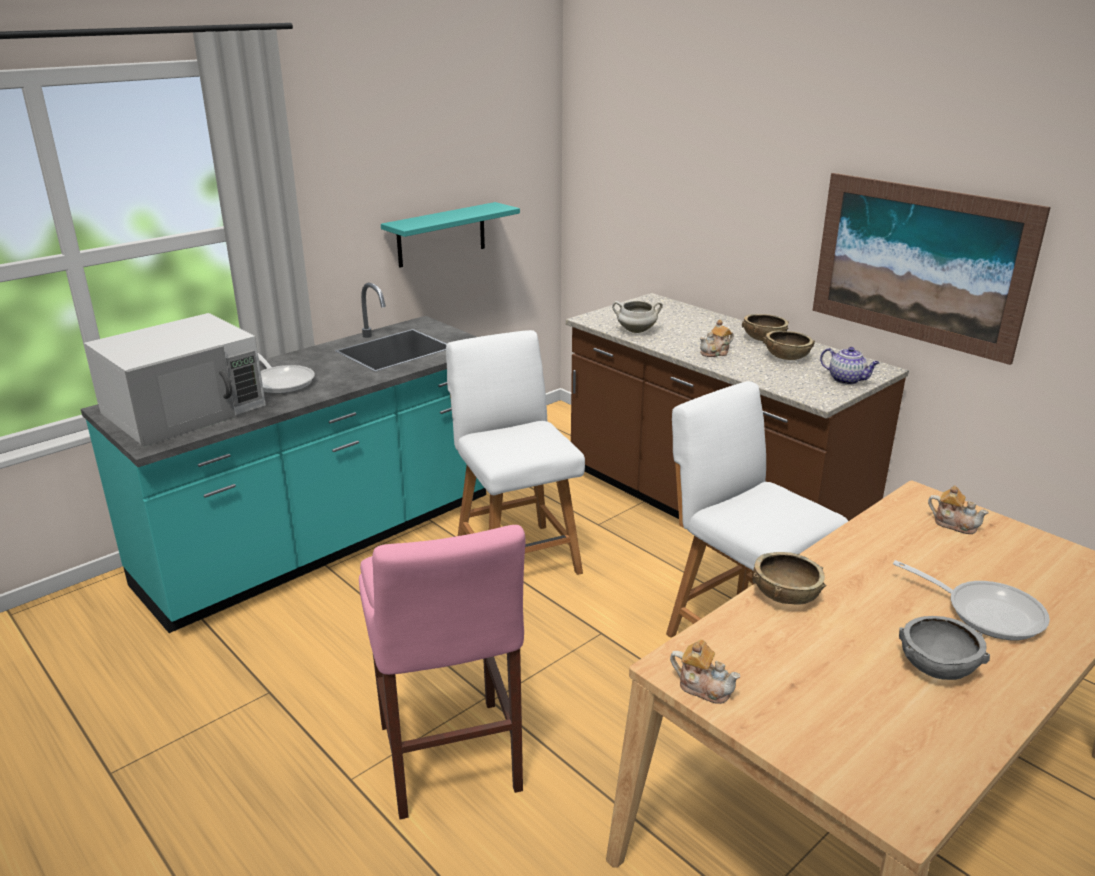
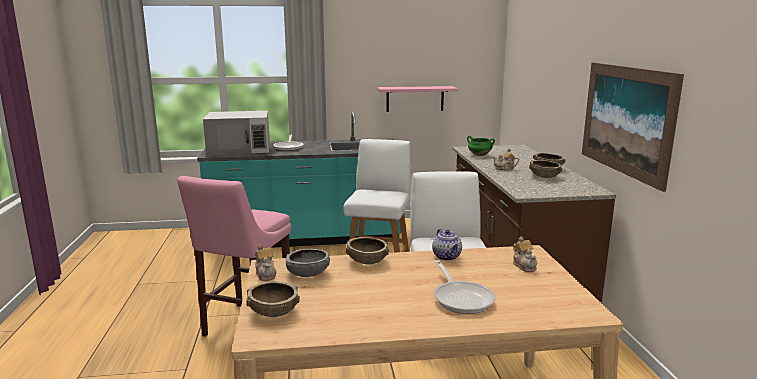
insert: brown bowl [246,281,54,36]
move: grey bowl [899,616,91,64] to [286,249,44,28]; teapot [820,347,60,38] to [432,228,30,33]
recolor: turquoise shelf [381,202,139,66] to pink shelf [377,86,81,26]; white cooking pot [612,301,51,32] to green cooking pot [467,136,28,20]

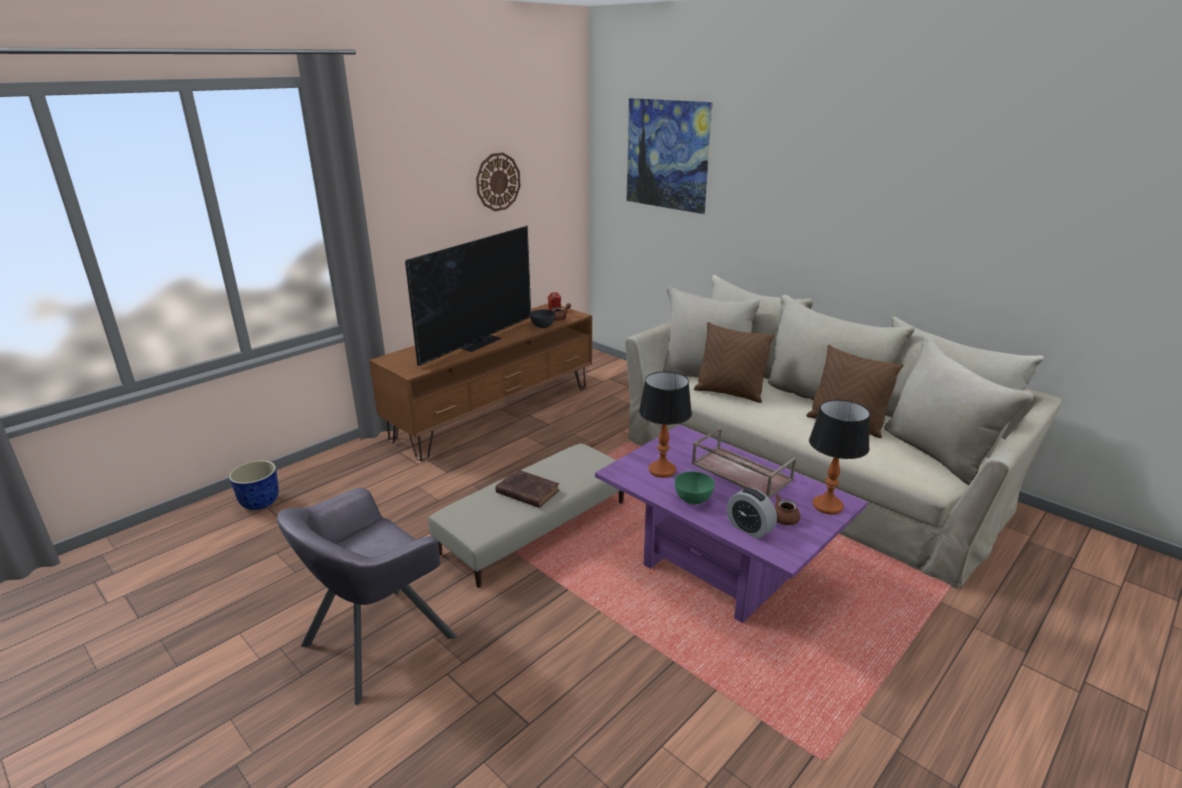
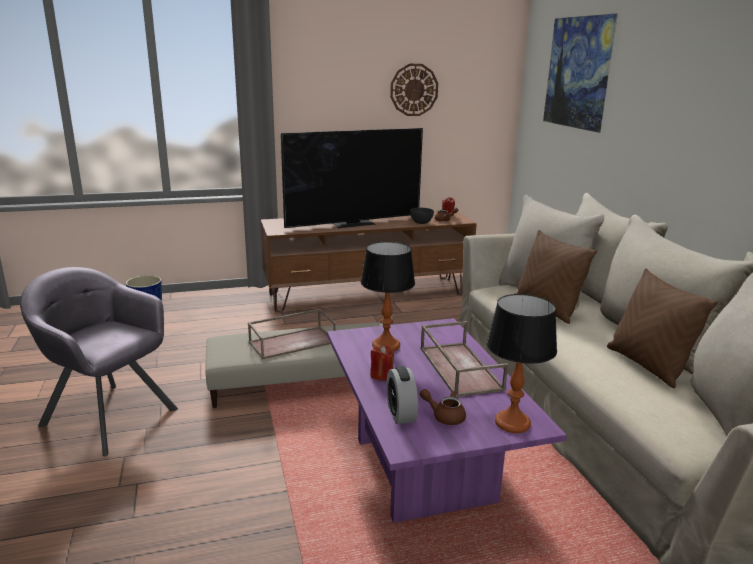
replace: brown book [496,469,63,39] to brown tray [248,309,88,50]; green bowl [675,471,40,33] to red candle [370,345,24,36]
rotate: grey armchair [277,488,180,217] = [20,267,158,189] 45 degrees clockwise

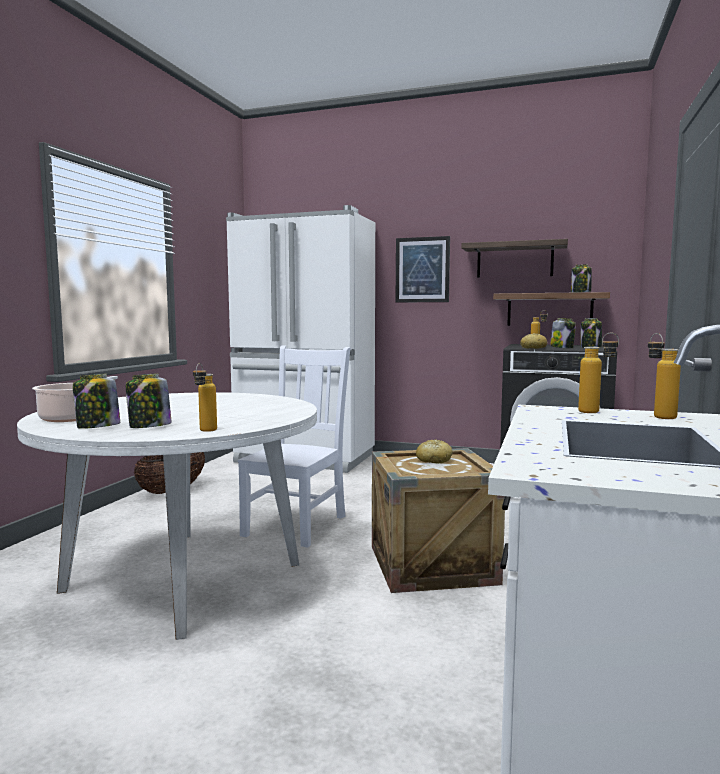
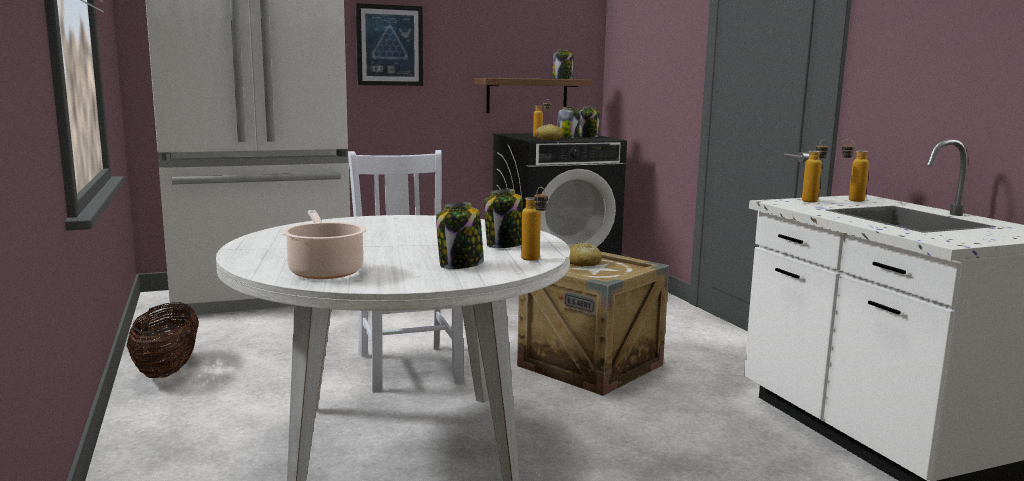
delete: shelf [461,239,107,39]
move: jar [73,374,47,55] to [484,189,39,59]

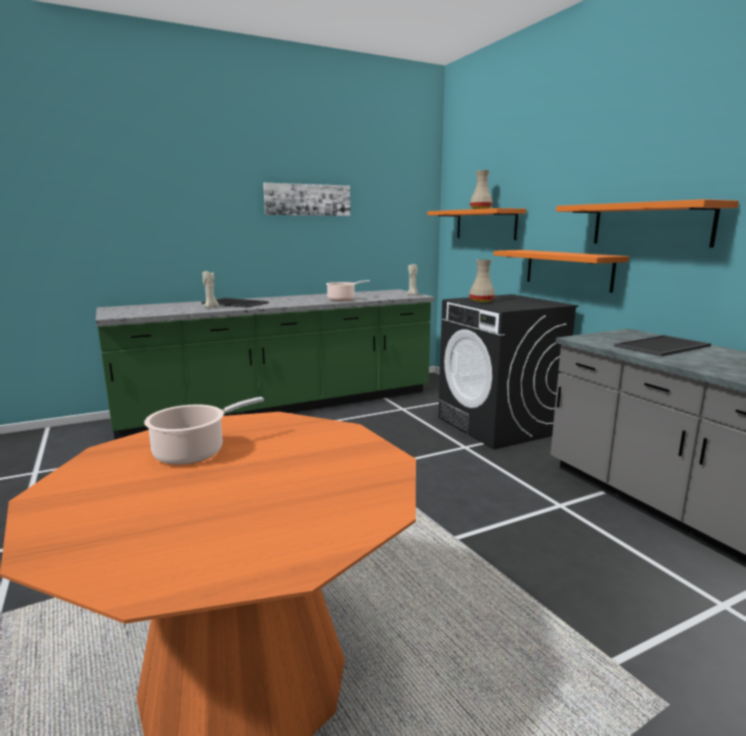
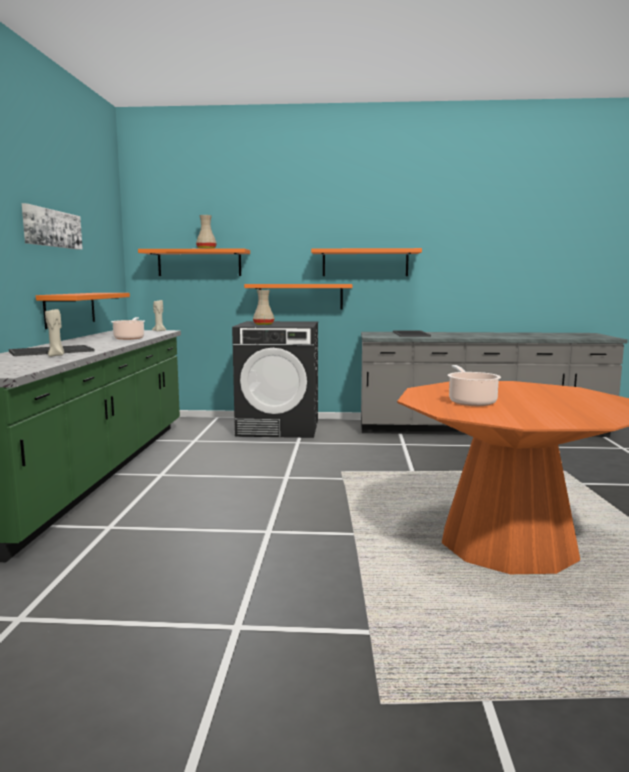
insert: orange shelf [36,293,94,36]

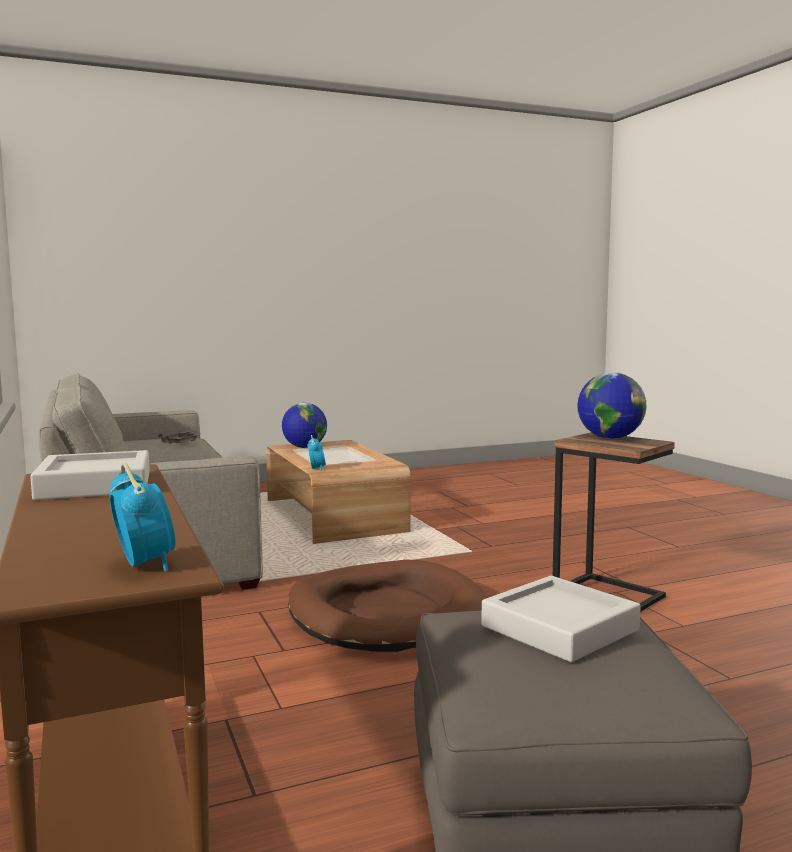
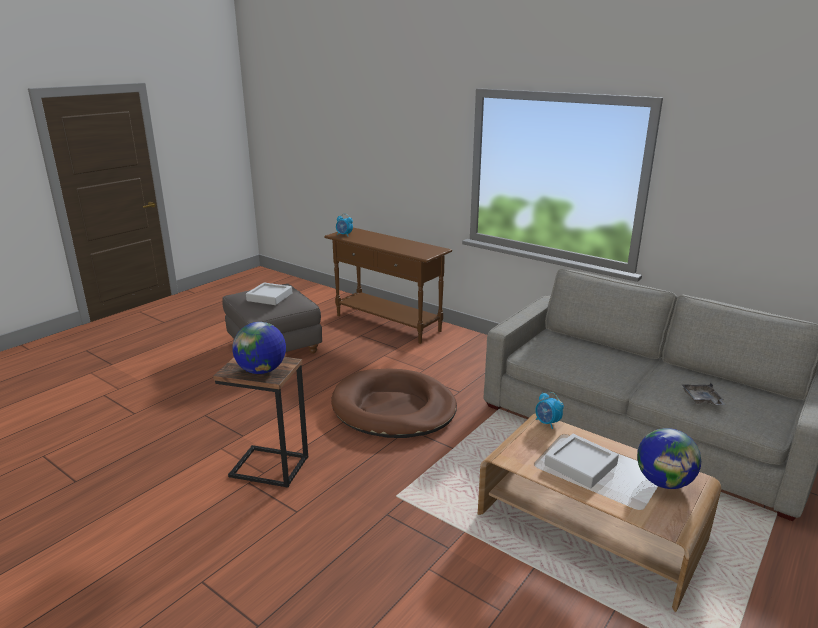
move: grey tray [30,450,120,50] to [544,434,75,54]

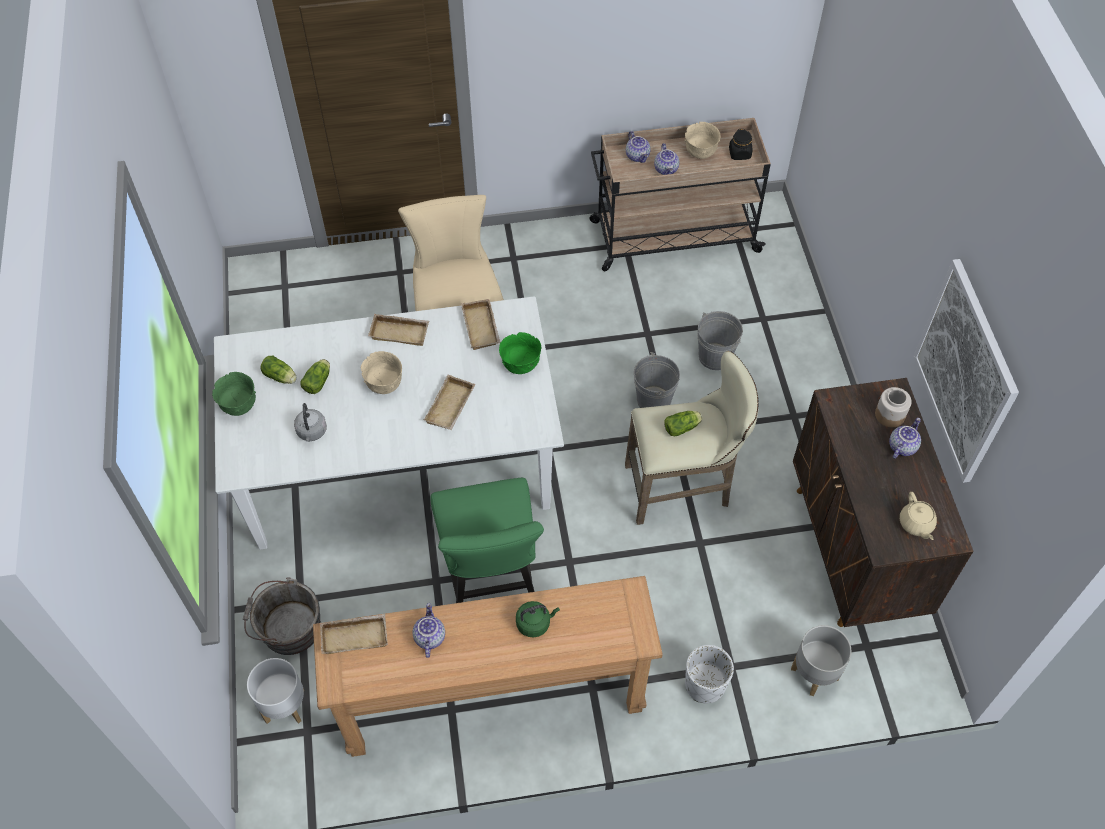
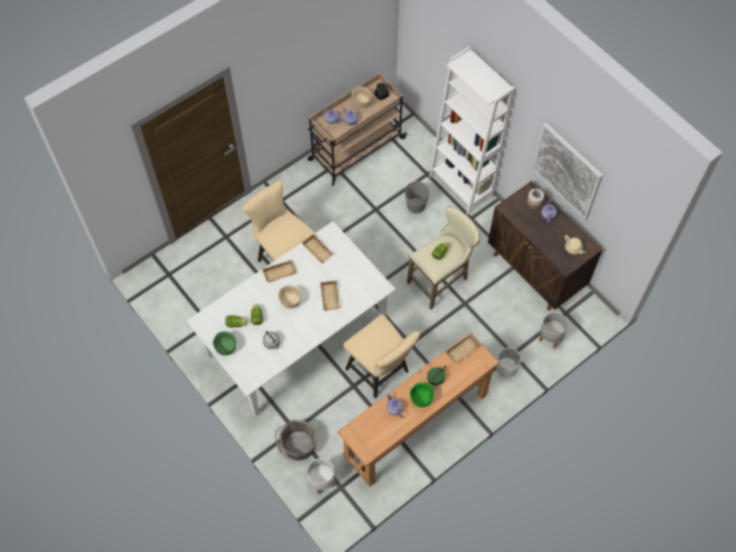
delete: grey bucket [634,352,46,56]
insert: white bookcase [429,46,86,169]
move: green bowl [499,332,42,42] to [410,383,24,24]; beige tray [320,614,68,40] to [445,334,35,29]
recolor: green chair [431,478,113,125] to beige chair [343,314,77,84]

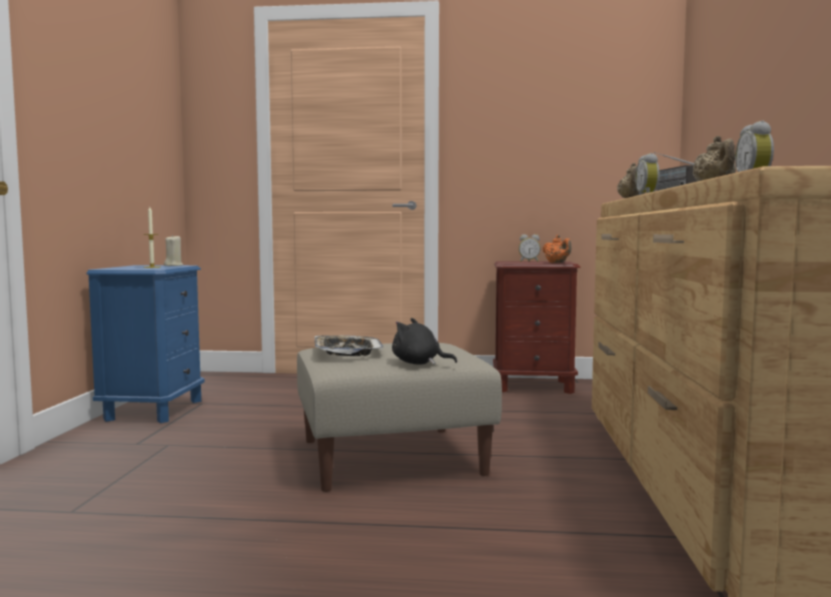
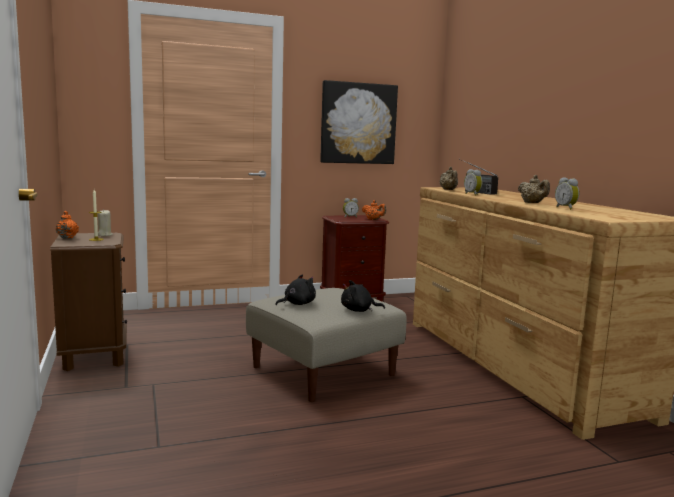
insert: orange teapot [56,211,23,28]; picture [320,80,78,84]
replace: tray [315,335,68,21] to black plush toy [275,274,41,31]
recolor: blue nightstand [87,265,118,158] to brown nightstand [50,233,77,138]

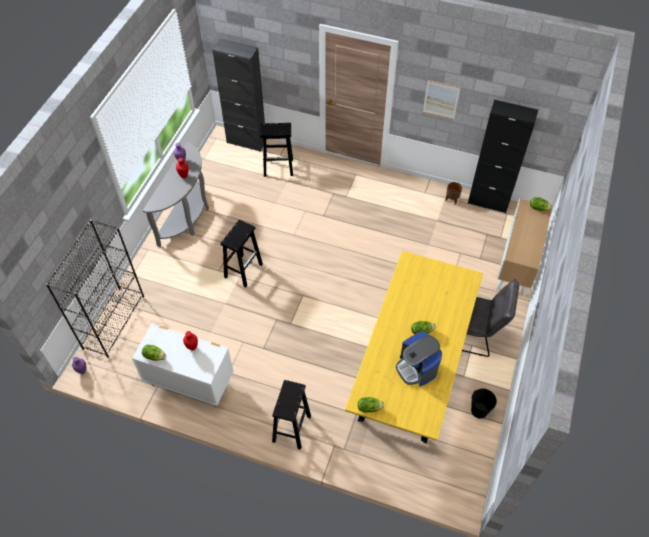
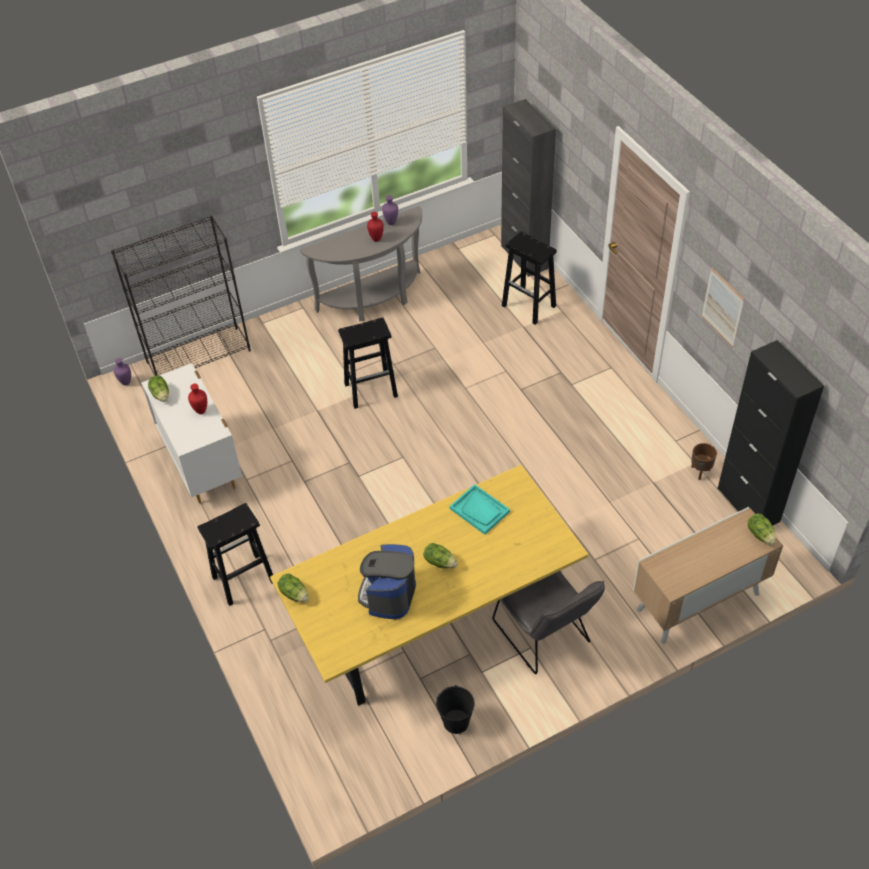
insert: turquoise tray [450,484,60,51]

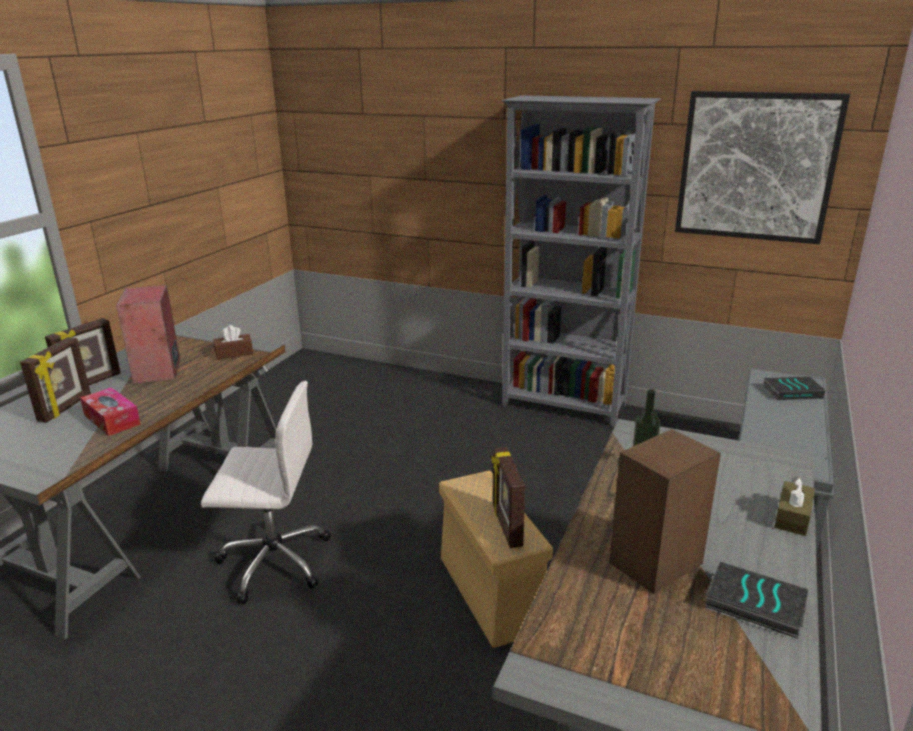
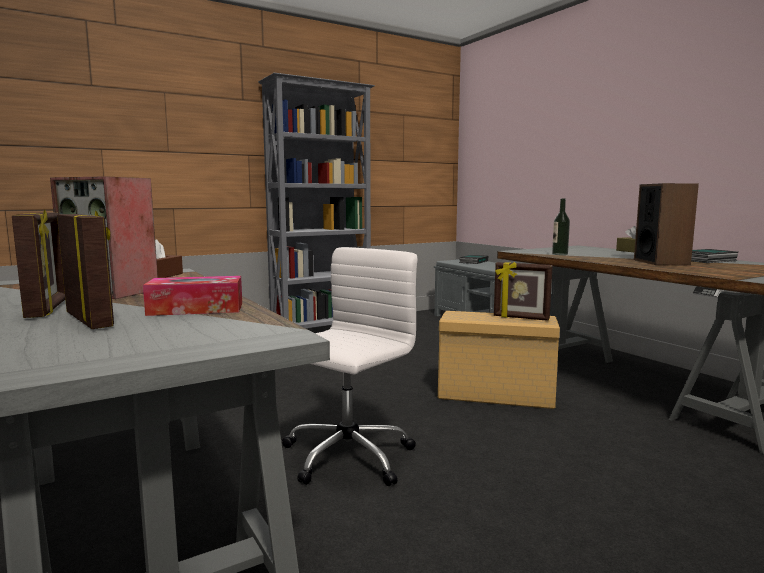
delete: picture [675,91,175,153]

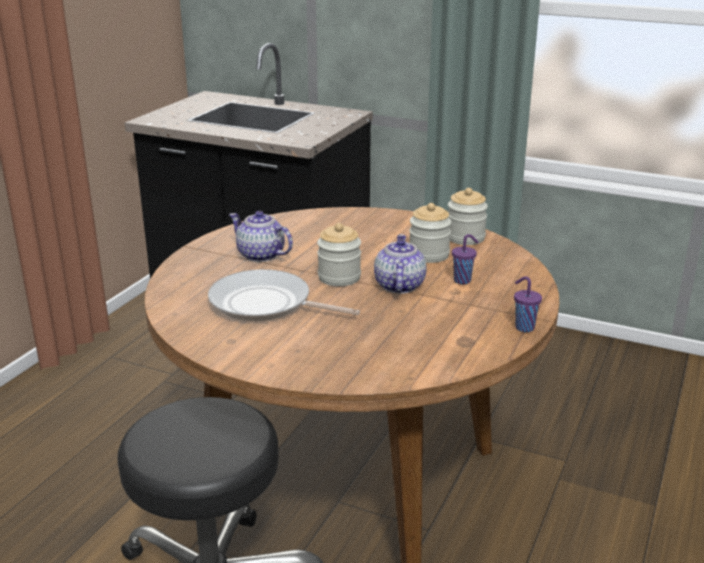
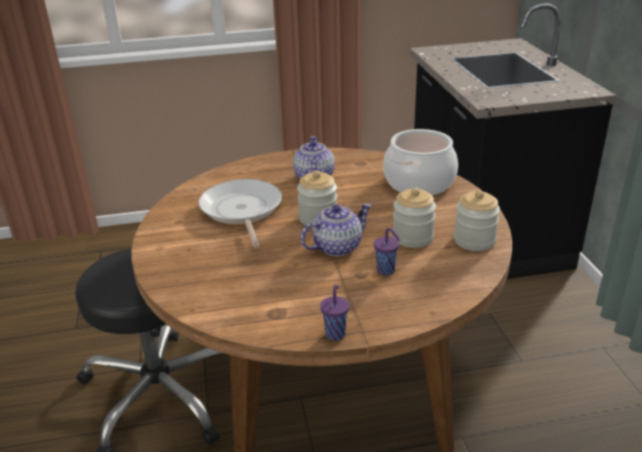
insert: cooking pot [383,129,75,66]

